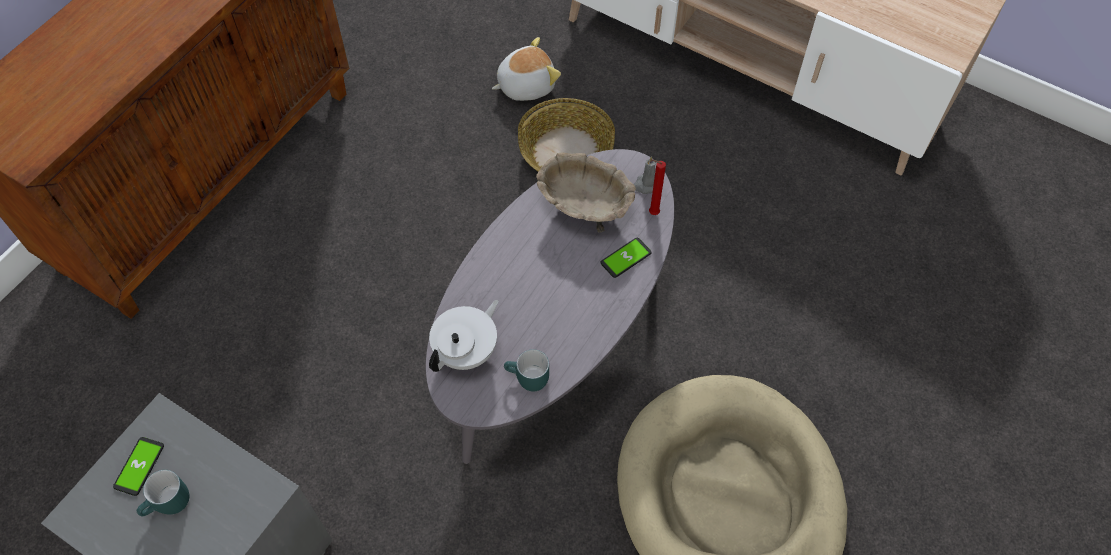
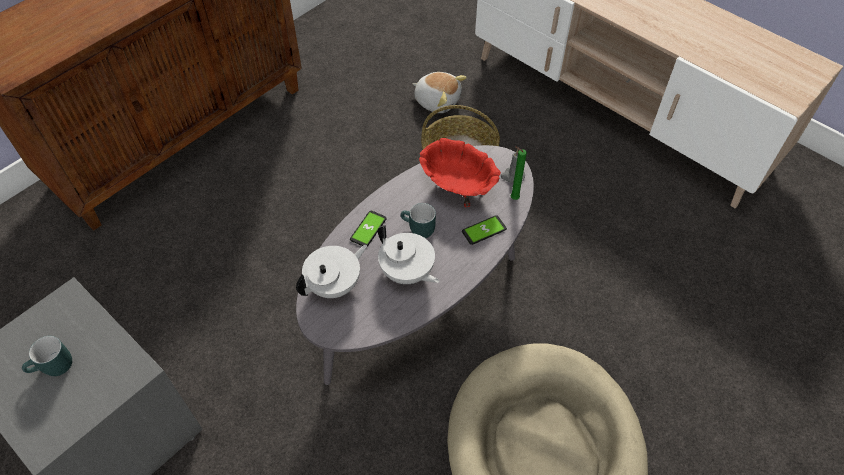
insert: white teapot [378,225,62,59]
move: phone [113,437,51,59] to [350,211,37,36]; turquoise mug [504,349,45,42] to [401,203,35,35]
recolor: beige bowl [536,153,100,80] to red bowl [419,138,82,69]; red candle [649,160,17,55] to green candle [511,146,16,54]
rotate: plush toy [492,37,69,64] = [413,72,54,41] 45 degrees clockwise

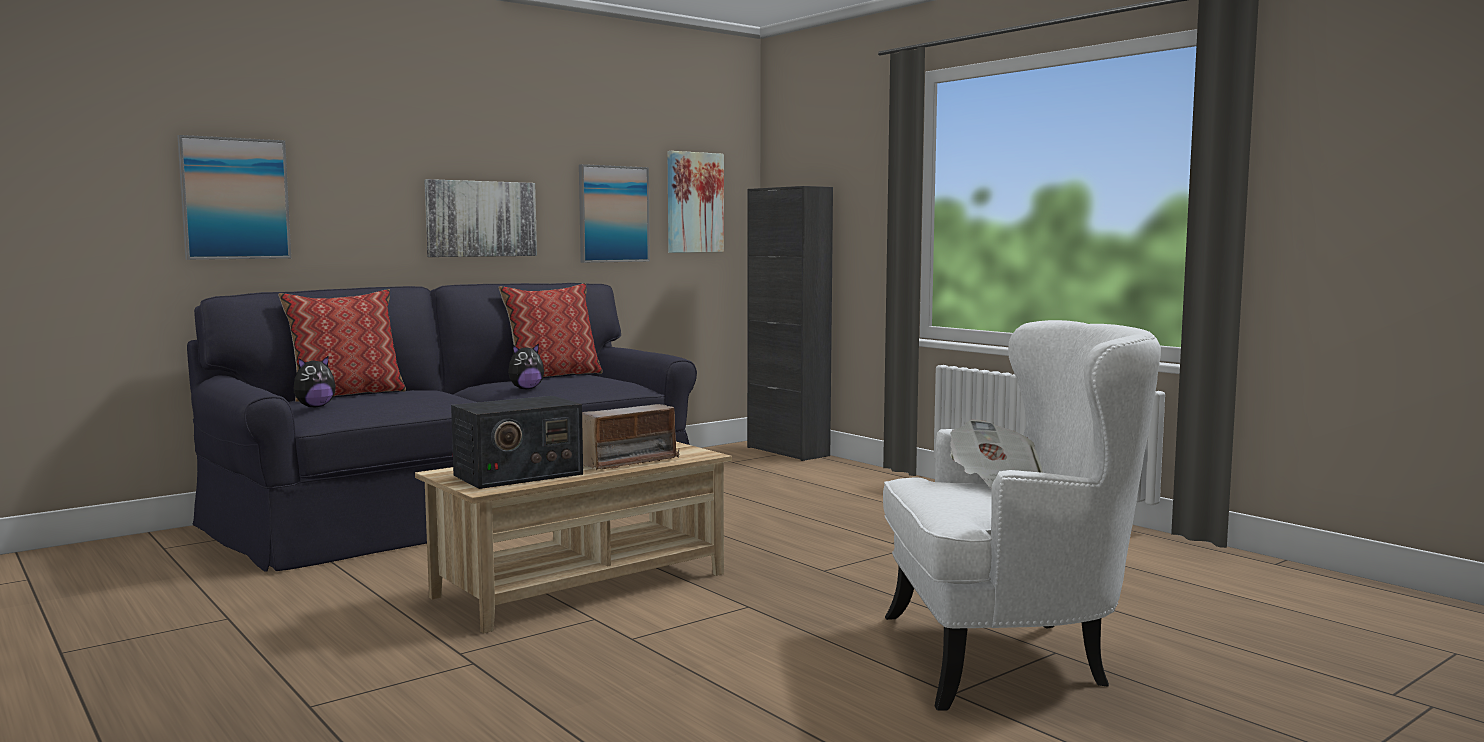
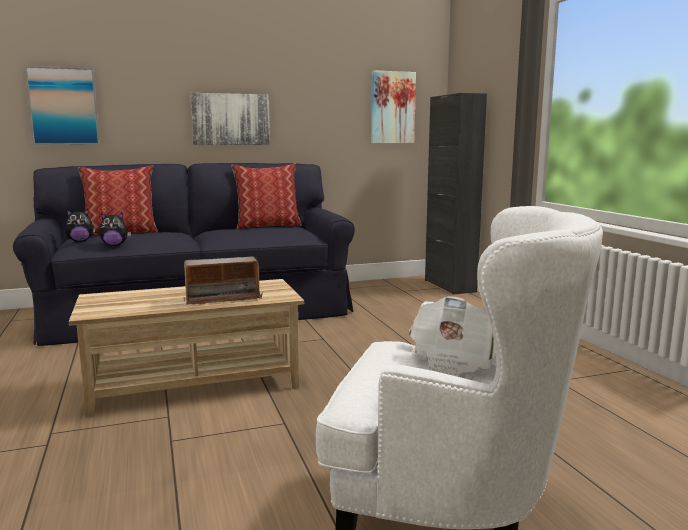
delete: radio [451,396,132,93]; picture [579,164,71,99]
move: plush toy [508,343,36,47] to [100,213,31,33]

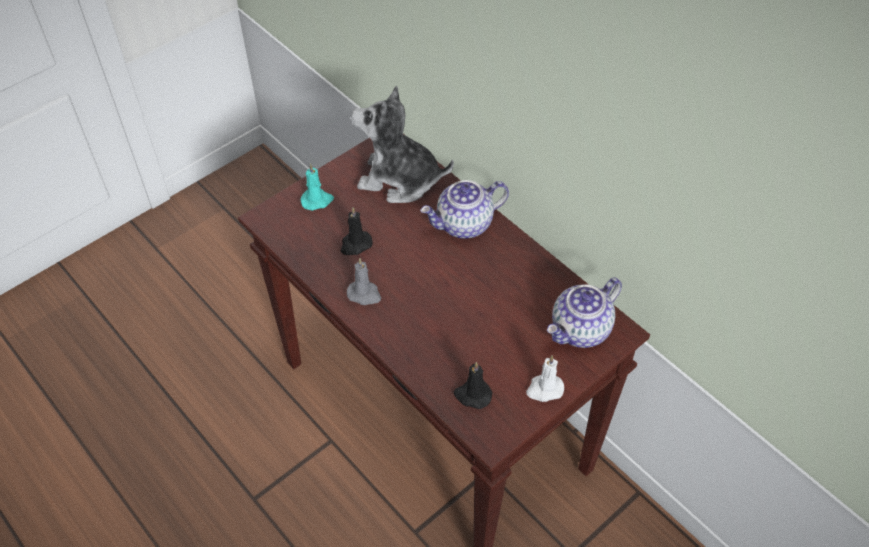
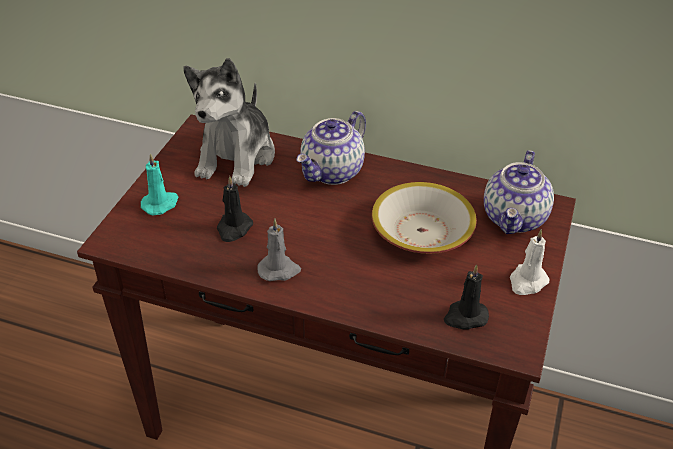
insert: bowl [372,182,105,72]
rotate: plush toy [351,86,103,117] = [183,58,92,129] 60 degrees counterclockwise

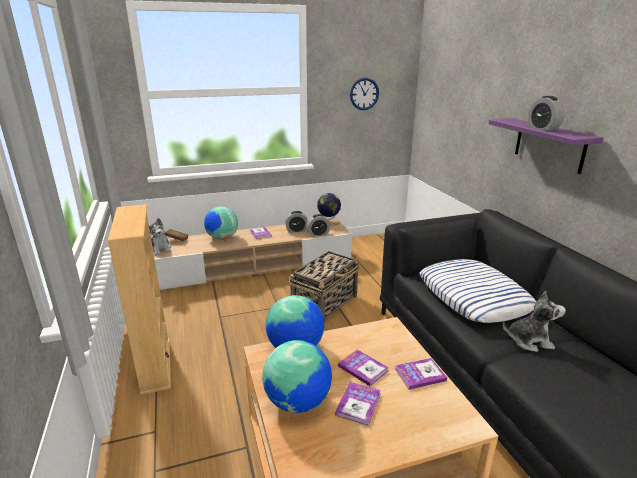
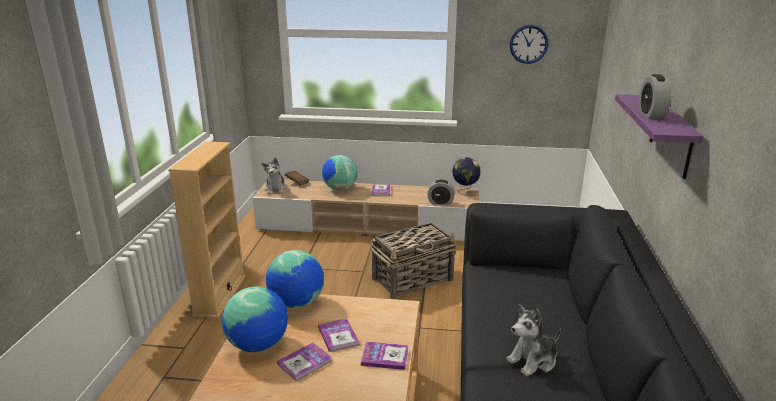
delete: alarm clock [285,211,23,22]; pillow [419,259,117,64]
rotate: plush toy [503,291,63,61] = [506,304,55,72] 120 degrees clockwise

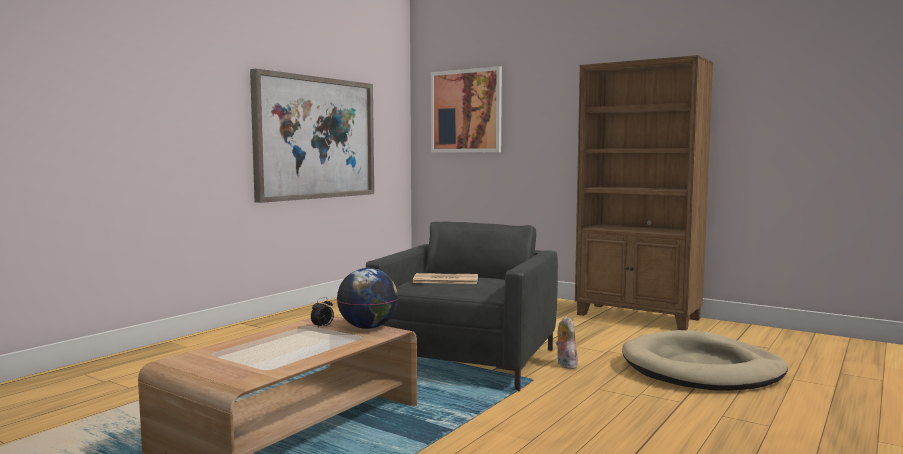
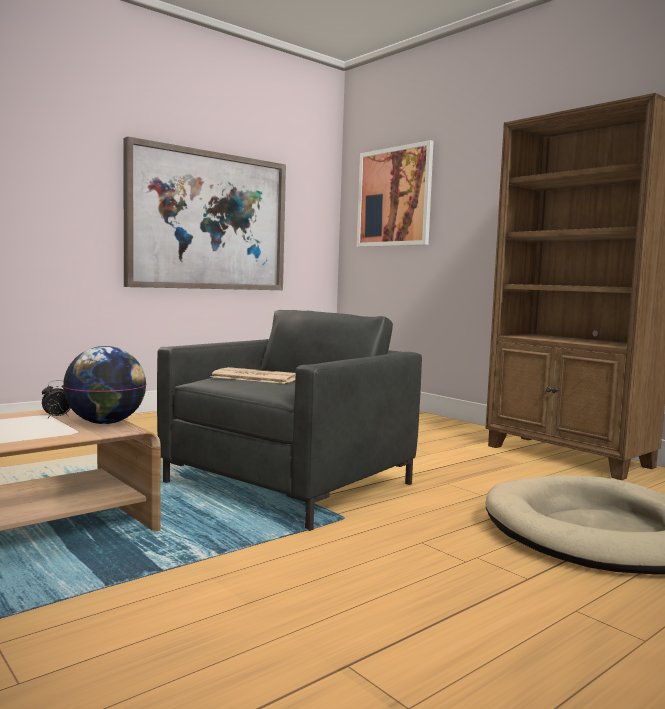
delete: plush toy [555,316,23,53]

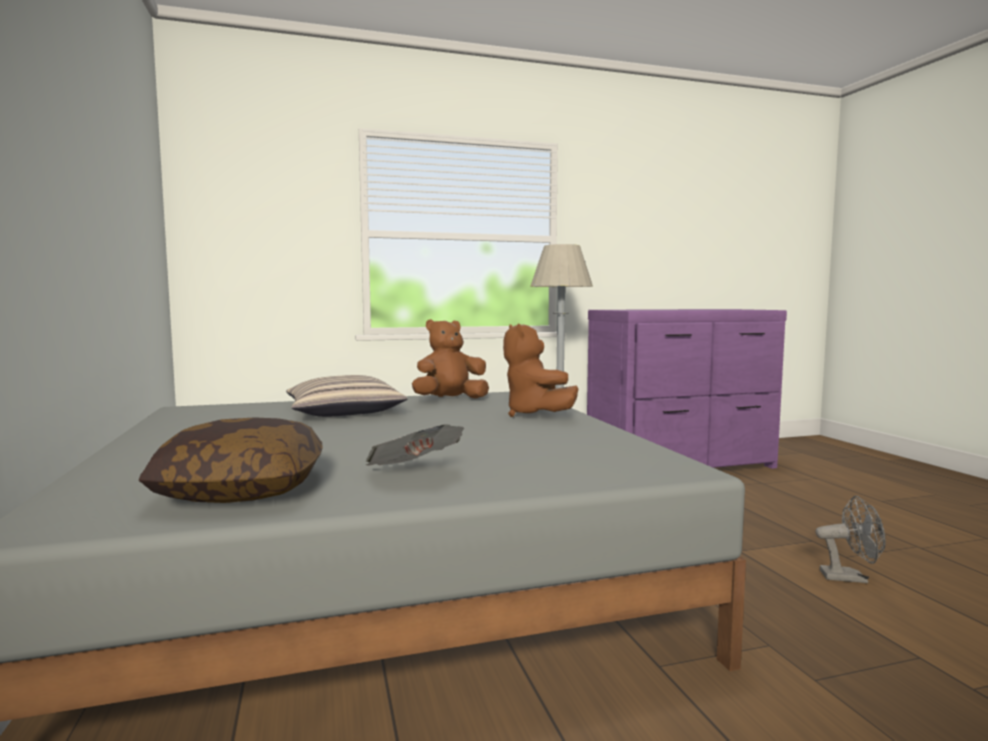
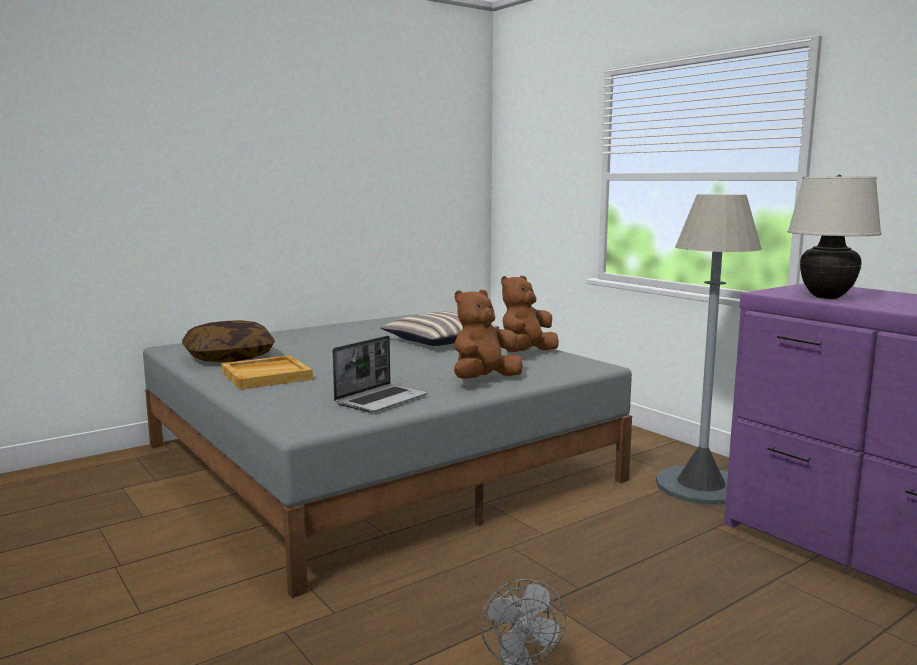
insert: laptop [332,336,96,77]; beige table lamp [787,175,95,124]
replace: newspaper [366,424,98,42] to beige tray [221,355,92,35]
rotate: brown plush toy [412,319,77,80] = [501,276,58,76] 90 degrees counterclockwise

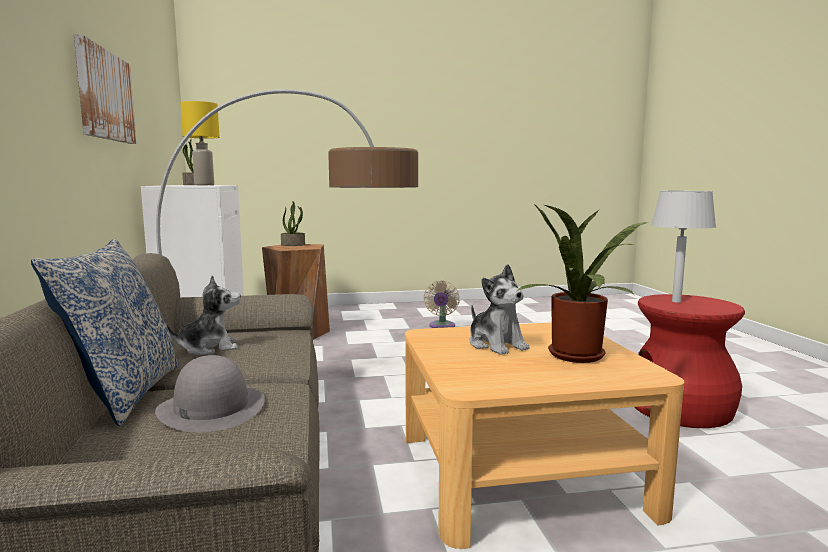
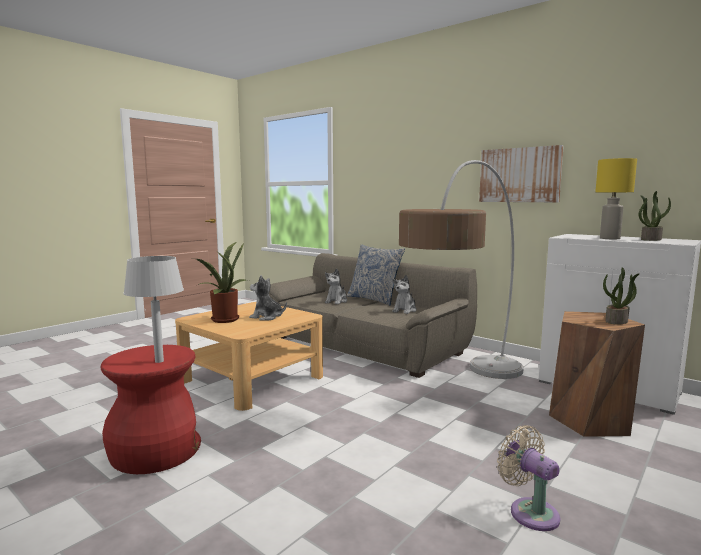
replace: grey hat [155,355,110,77] to plush toy [325,269,23,35]

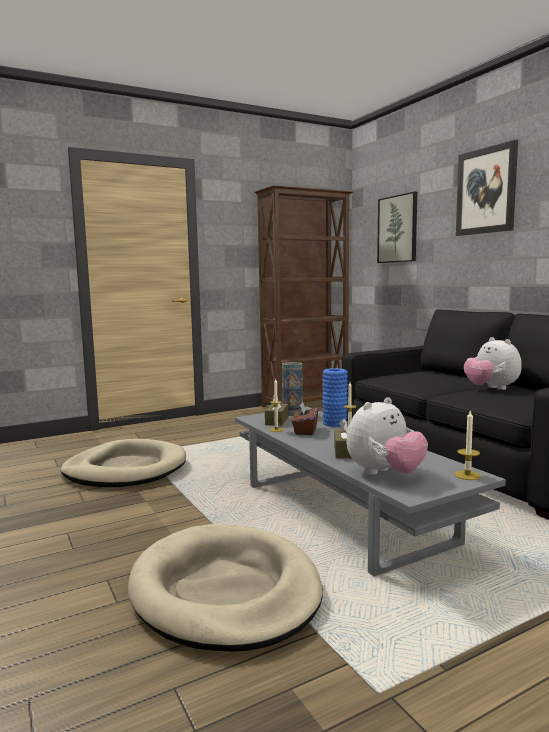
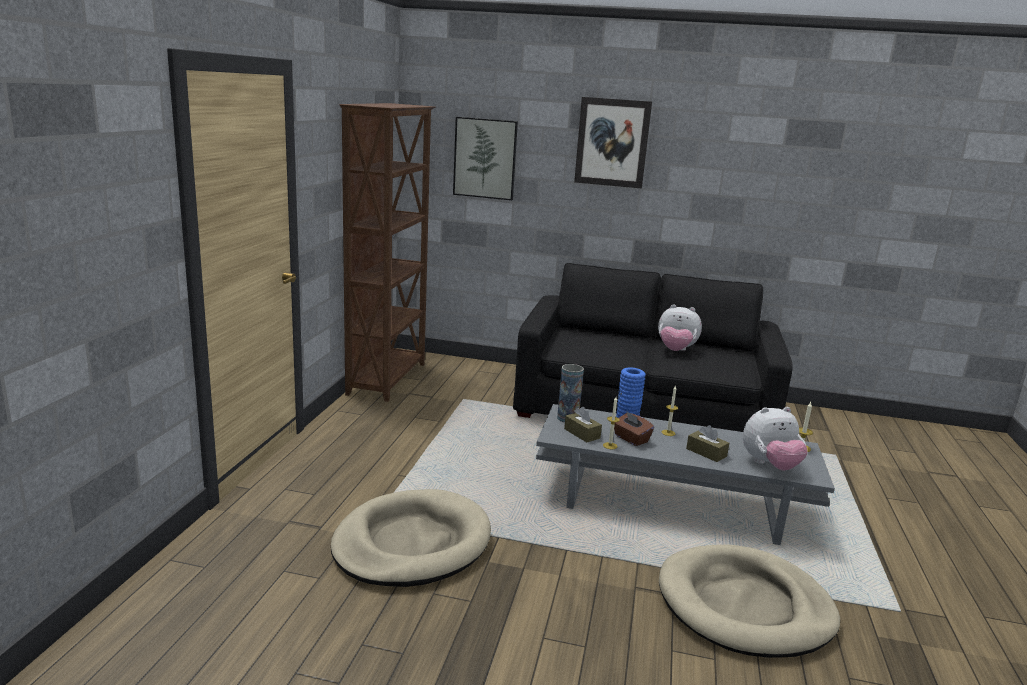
rotate: plush toy [347,397,81,78] = [743,407,65,64] 75 degrees clockwise

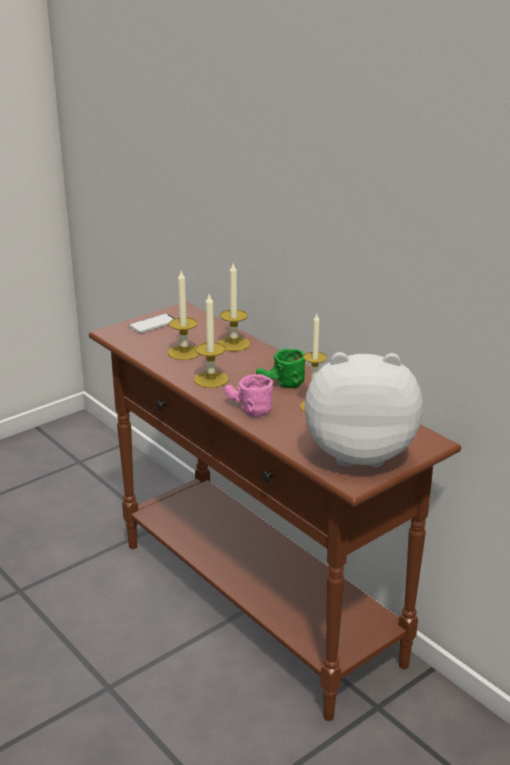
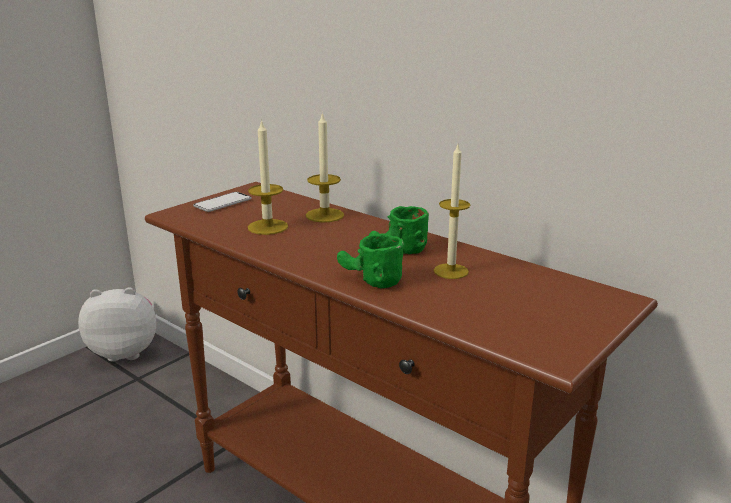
delete: candle [194,294,35,94]
move: plush toy [304,352,119,115] to [78,287,78,74]
recolor: pink mug [224,374,49,43] to green mug [337,233,67,55]

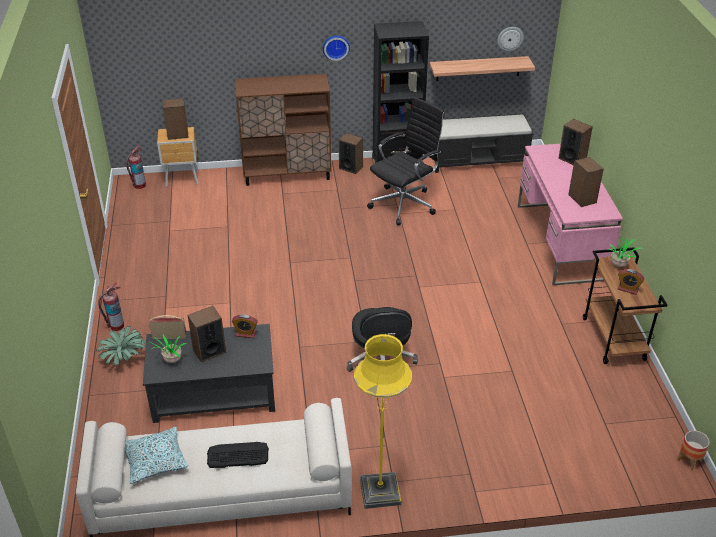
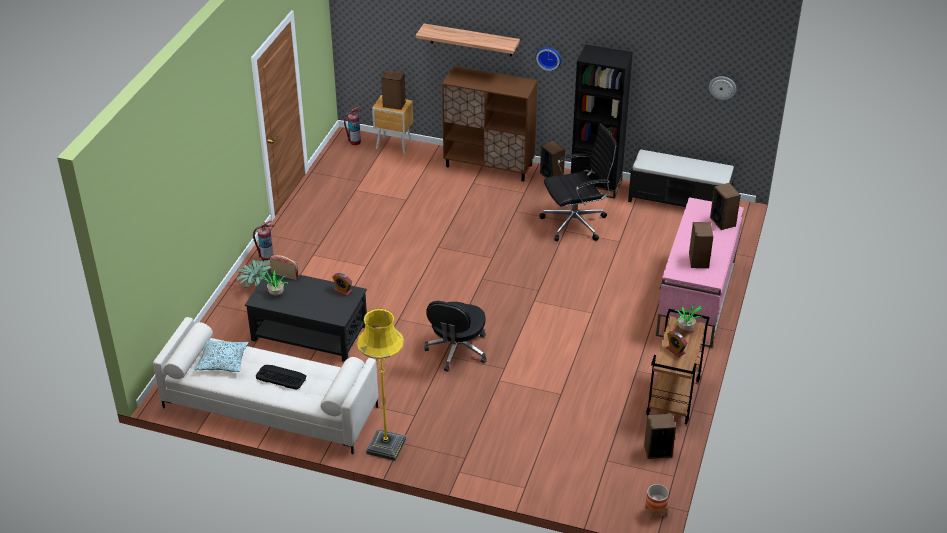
move: shelf [430,56,105,25] to [416,24,104,32]; speaker [188,306,38,56] to [644,413,32,46]

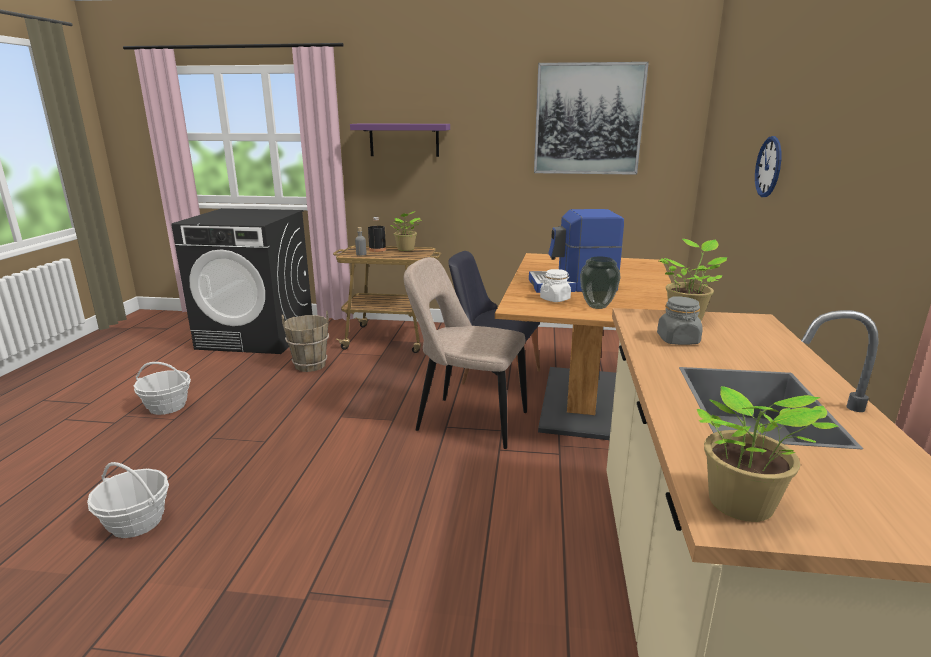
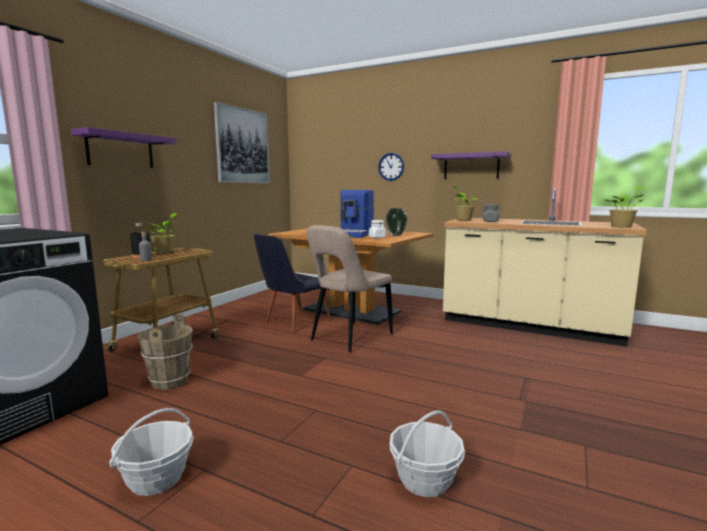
insert: purple shelf [431,151,79,28]

